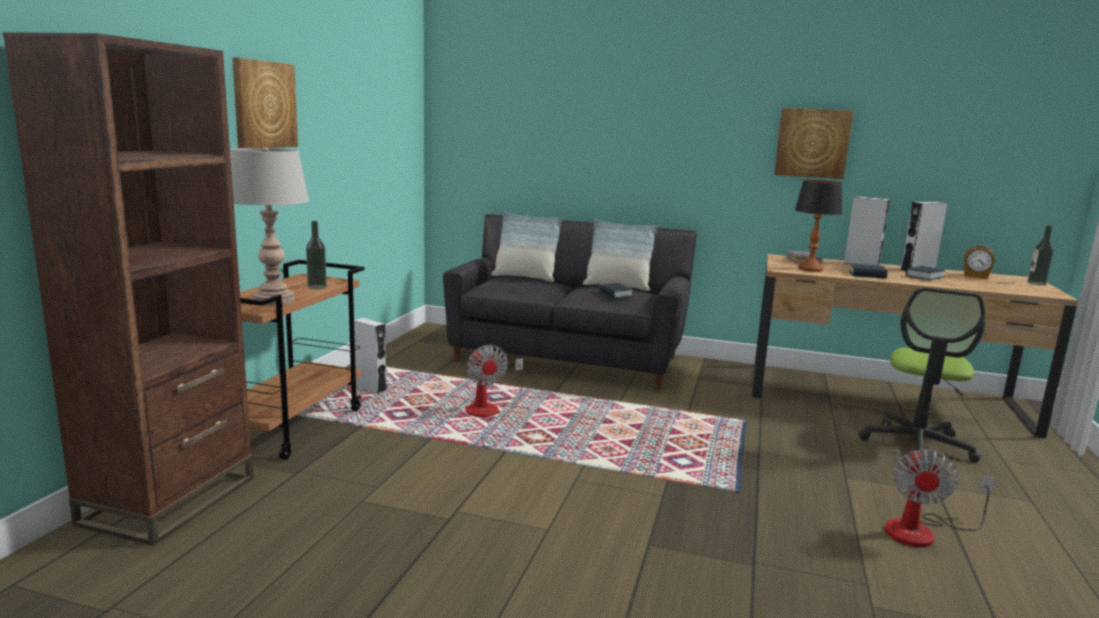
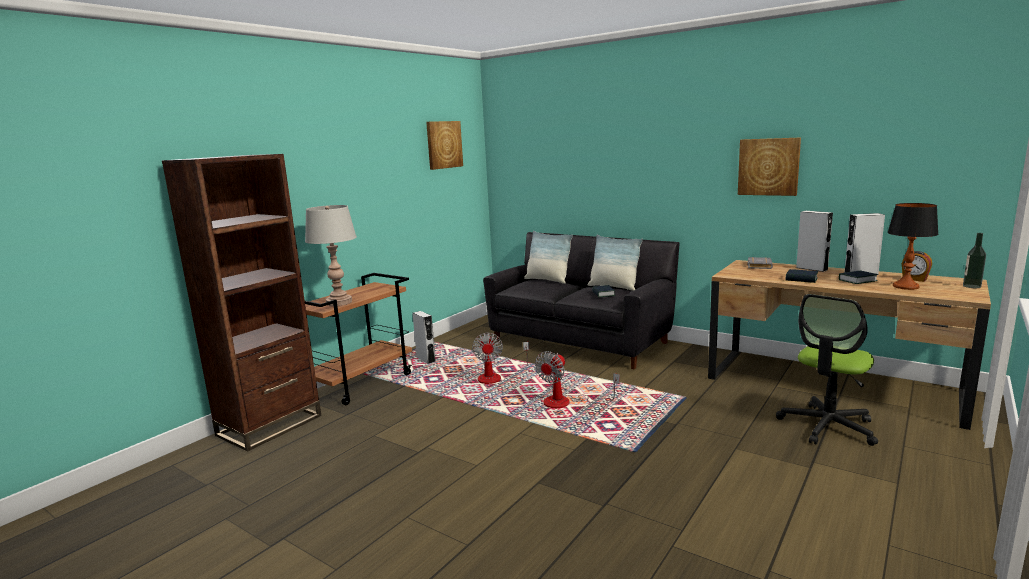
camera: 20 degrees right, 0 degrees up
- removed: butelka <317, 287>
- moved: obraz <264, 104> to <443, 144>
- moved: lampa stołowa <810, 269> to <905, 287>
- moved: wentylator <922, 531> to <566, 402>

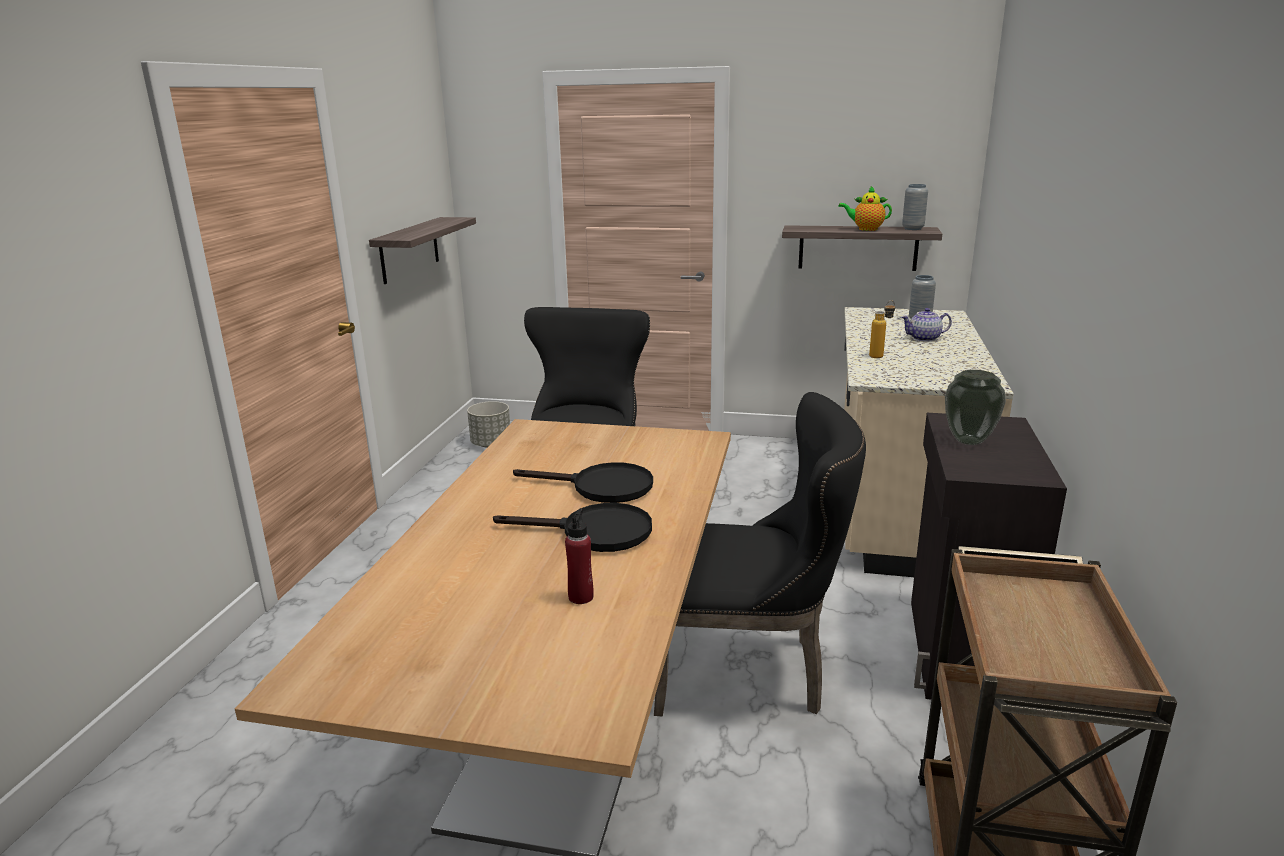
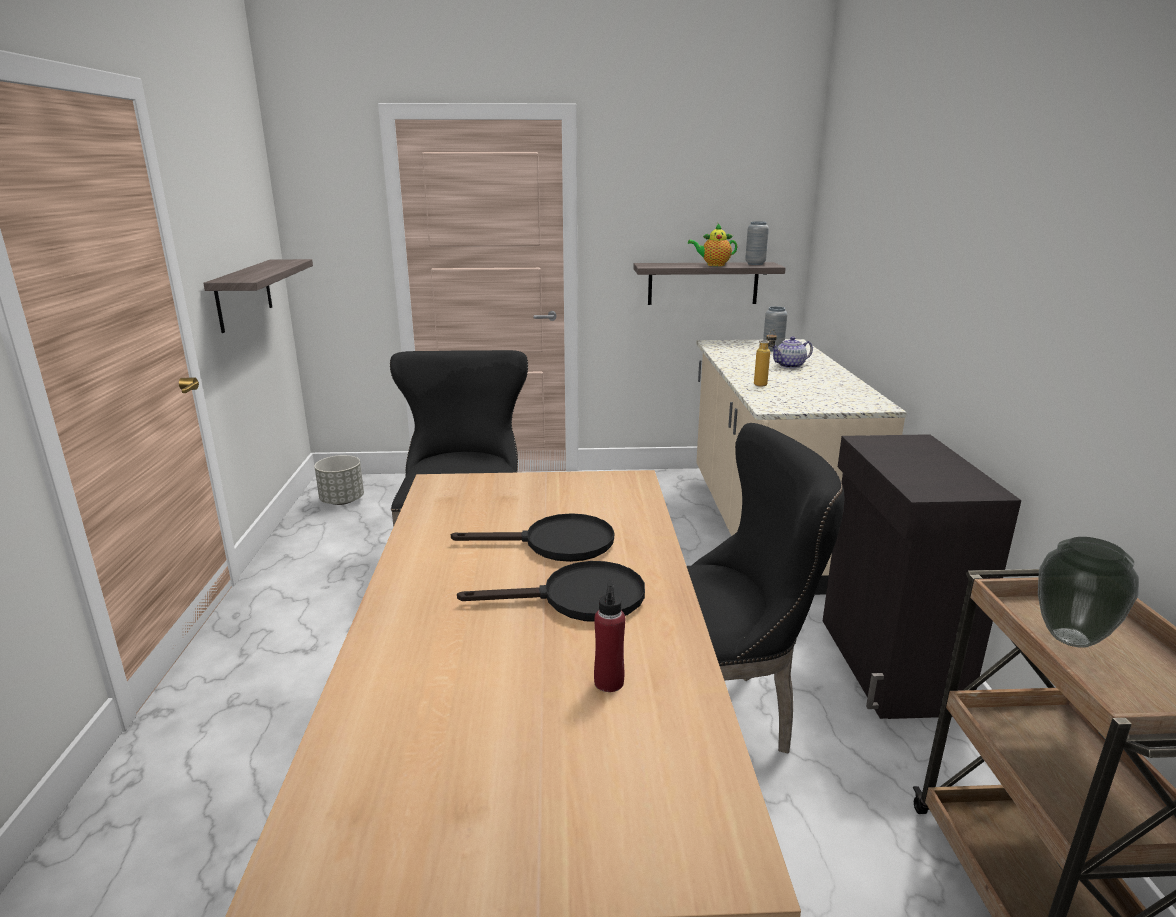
camera: 15 degrees left, 0 degrees up
- moved: wazon <968, 440> to <1069, 637>

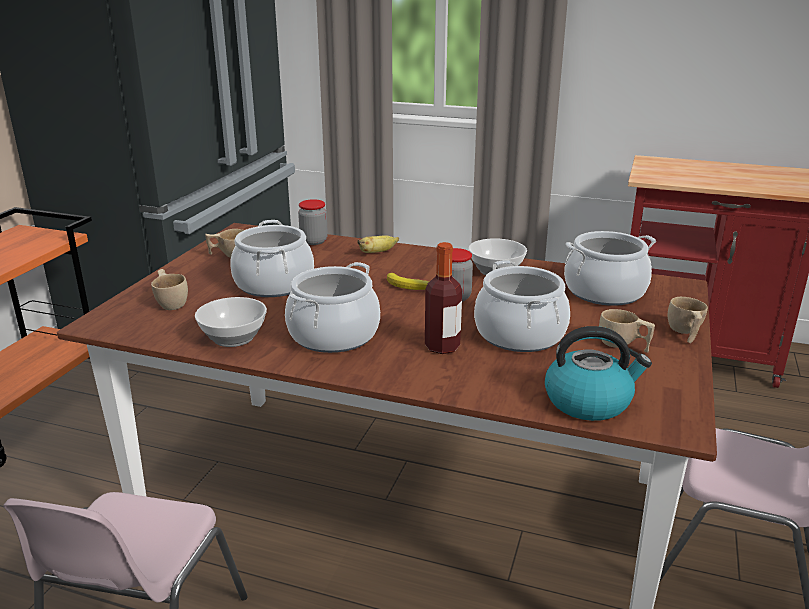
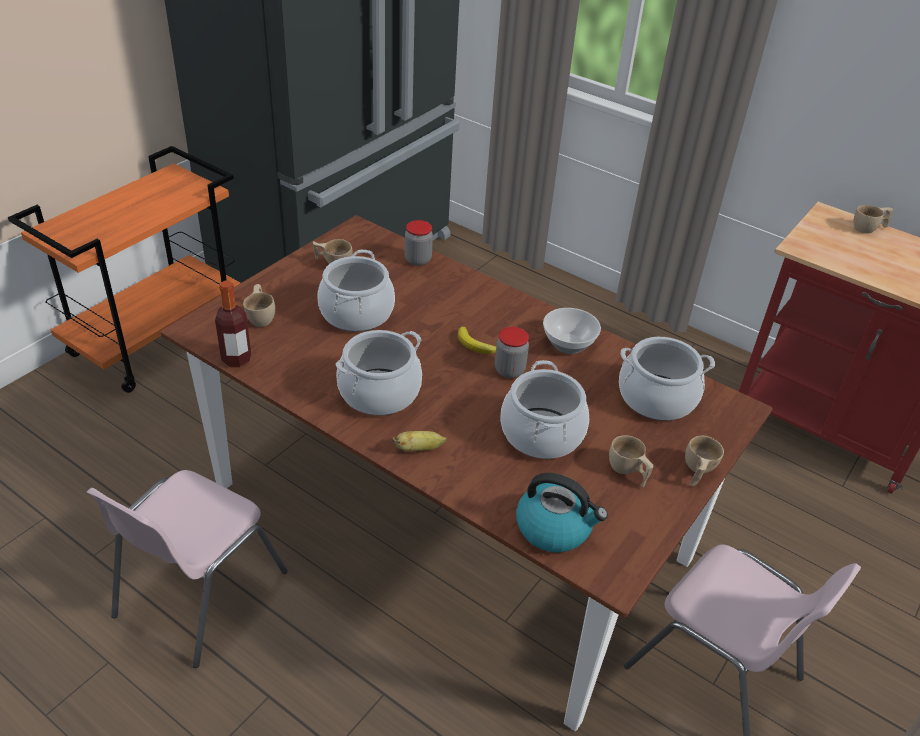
camera: 15 degrees right, 15 degrees up
- removed: miska <232, 338>
- added: filiżanka [beżowy] <869, 229>
- moved: banan <377, 252> to <419, 449>
- moved: butelka <442, 347> to <236, 359>

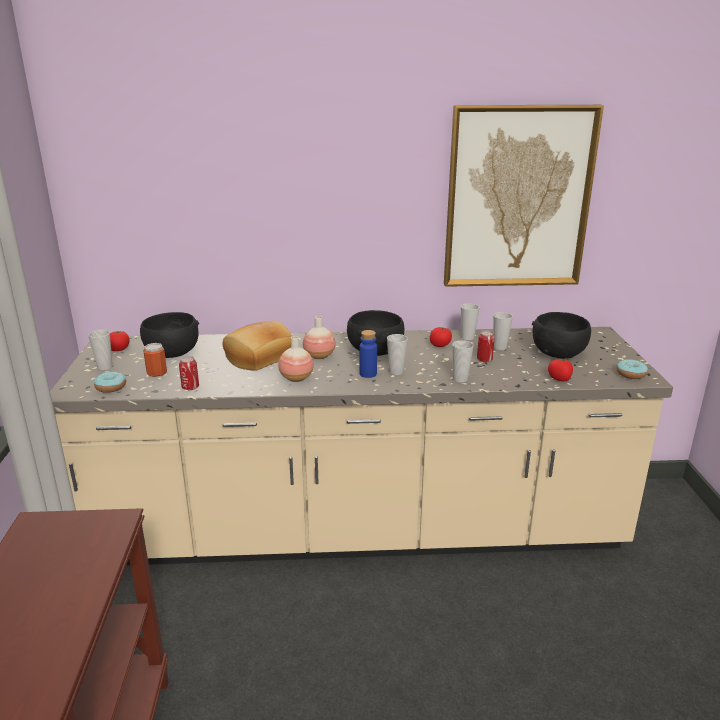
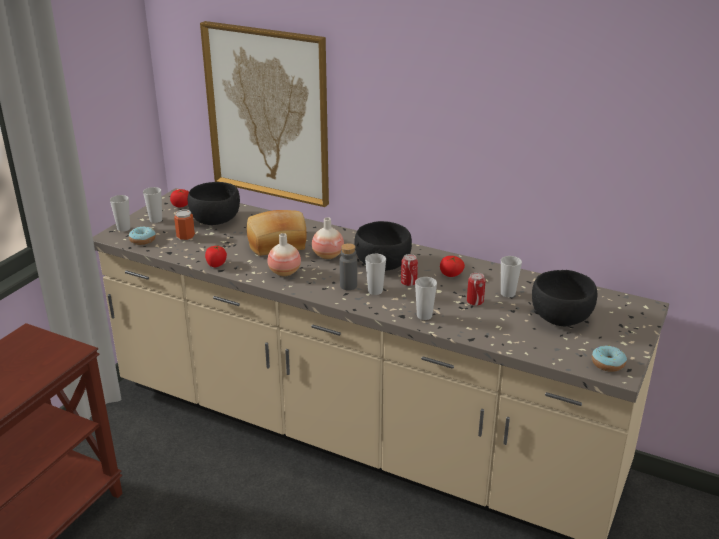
camera: 30 degrees right, 5 degrees up
- moved: puszka <190, 387> to <408, 283>
- moved: obraz <518, 198> to <268, 114>
- moved: filiżanka <467, 337> to <123, 228>
- moved: pomidor <559, 379> to <216, 264>
- recoloured: butelka [niebieski] <368, 374> to butelka [szary] <348, 286>

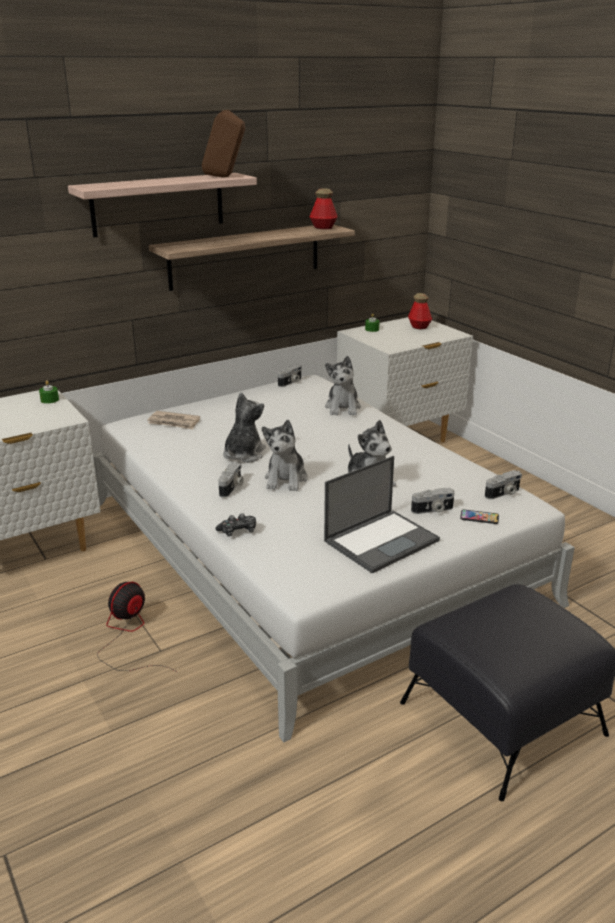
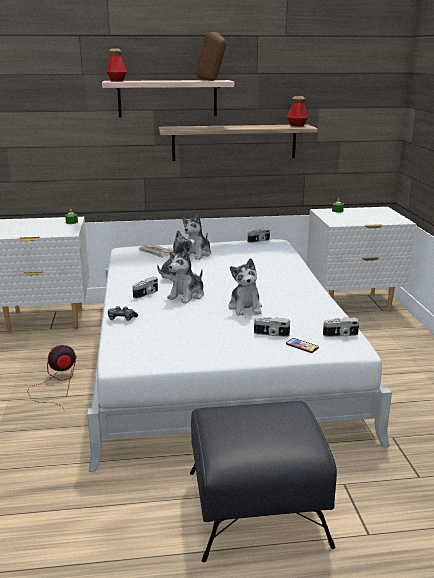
camera: 25 degrees right, 5 degrees down
- removed: laptop <382, 540>
- moved: pluszak <343, 408> to <197, 254>
- moved: butelka <419, 327> to <117, 81>

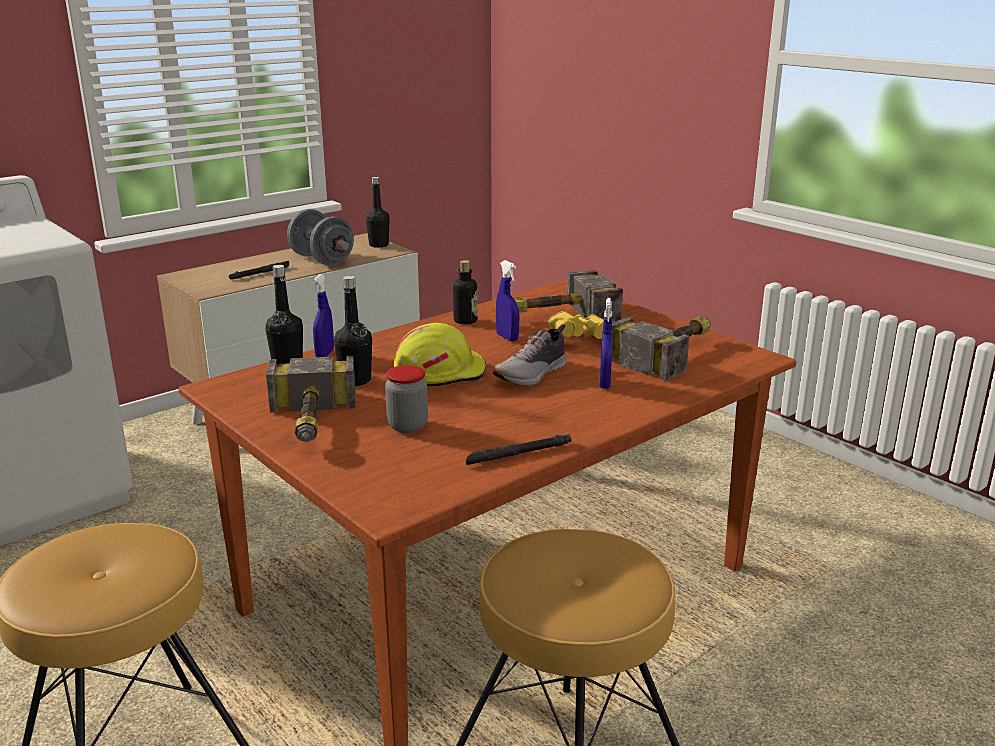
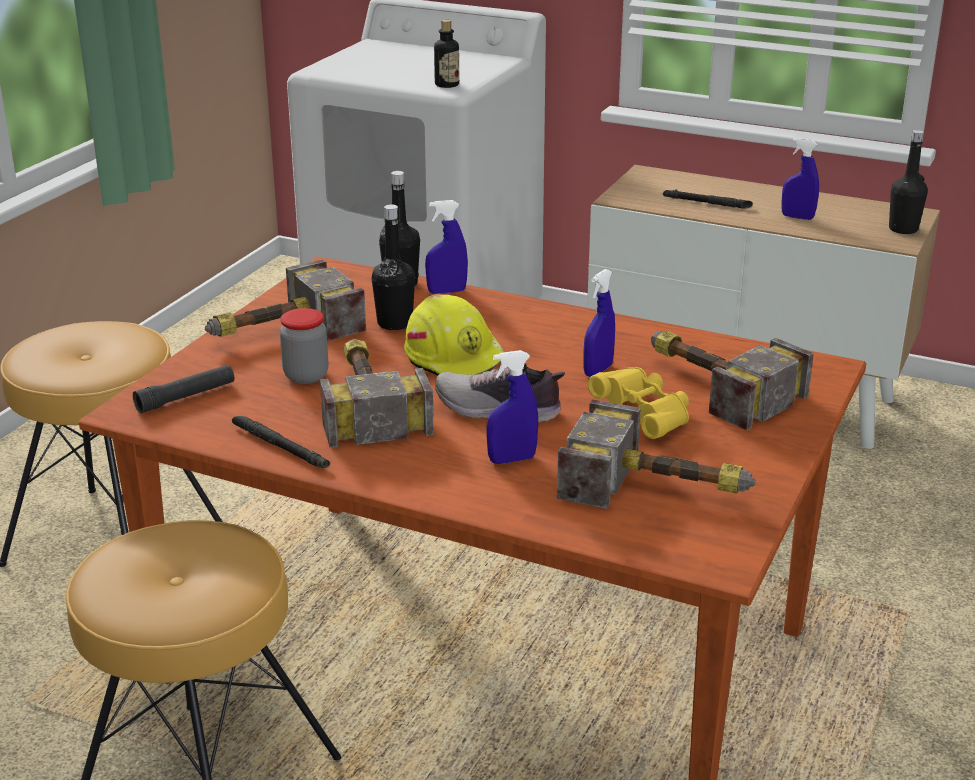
camera: 65 degrees right, 5 degrees up
- added: latarka [czarny] <186, 397>
- added: młotek <367, 401>
- moved: butelka <465, 321> to <447, 85>
- replaced: hantel [szary] <322, 260> to spryskiwacz [niebieski] <797, 217>

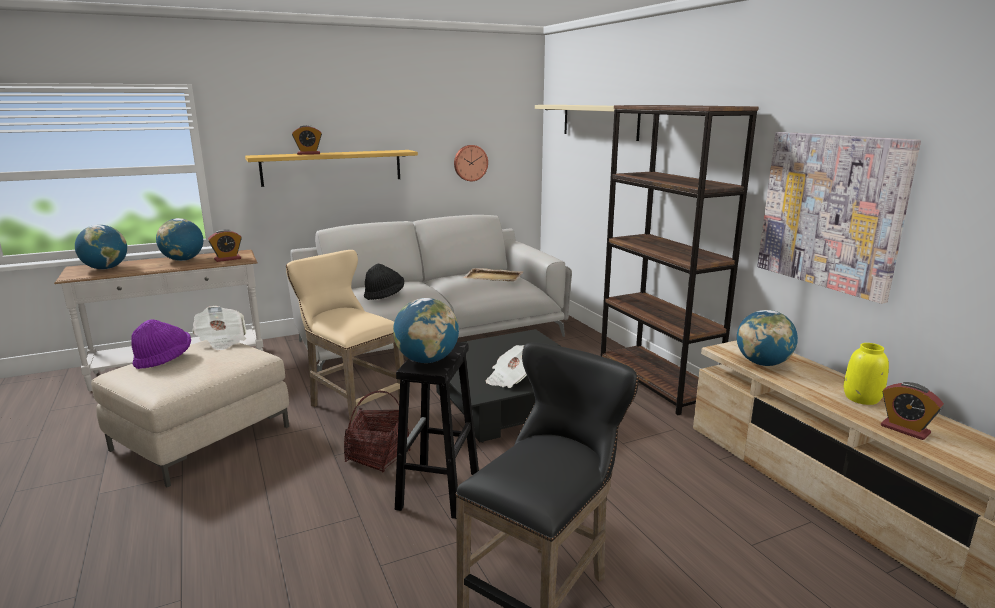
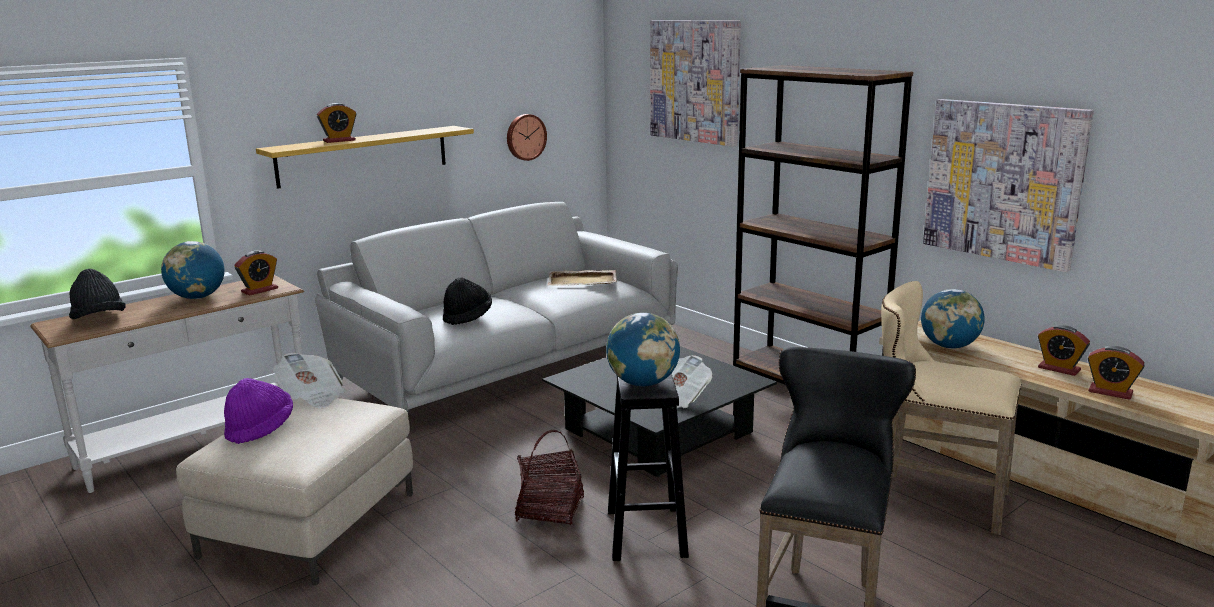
camera: 15 degrees left, 0 degrees up
- moved: stołek [beżowy] <352, 408> to <933, 498>
- replaced: globus <105, 268> to kapelusz [czarny] <99, 319>
- replaced: półka [beżowy] <599, 121> to obraz <695, 81>
- replaced: wazon [żółty] <862, 398> to budzik <1059, 369>

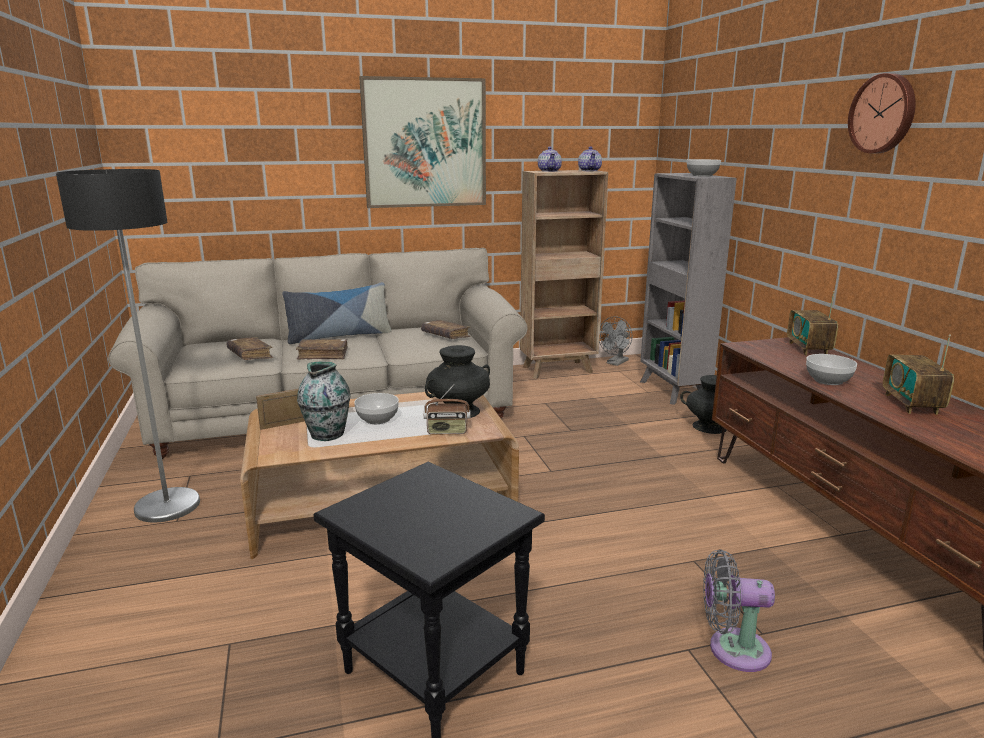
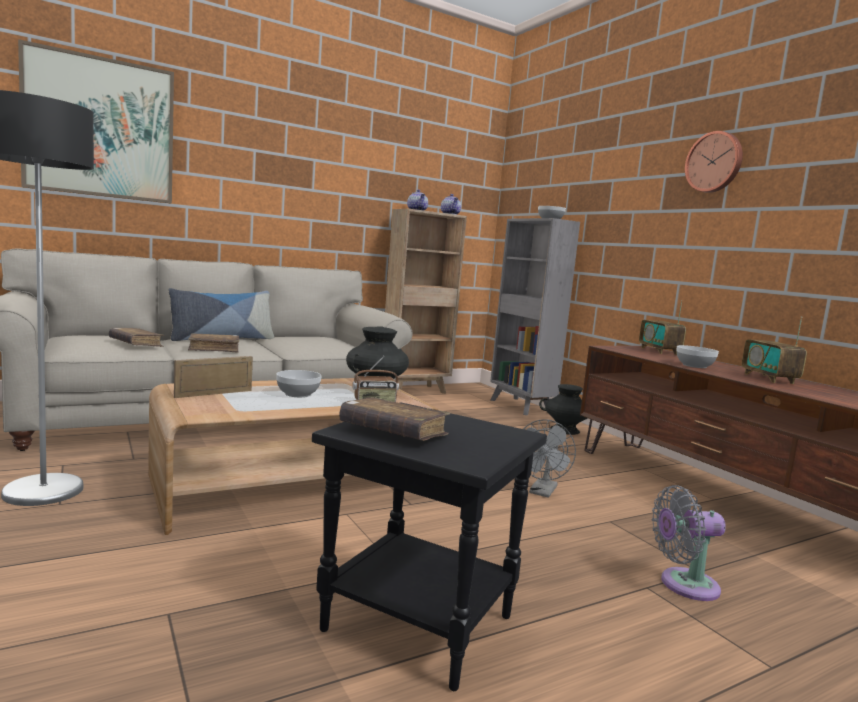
camera: 15 degrees left, 10 degrees down
- removed: wazon <327, 434>
- moved: obraz <425, 143> to <100, 128>
- moved: książka [brązowy] <445, 336> to <393, 432>
- moved: wentylator [szary] <615, 363> to <542, 492>

